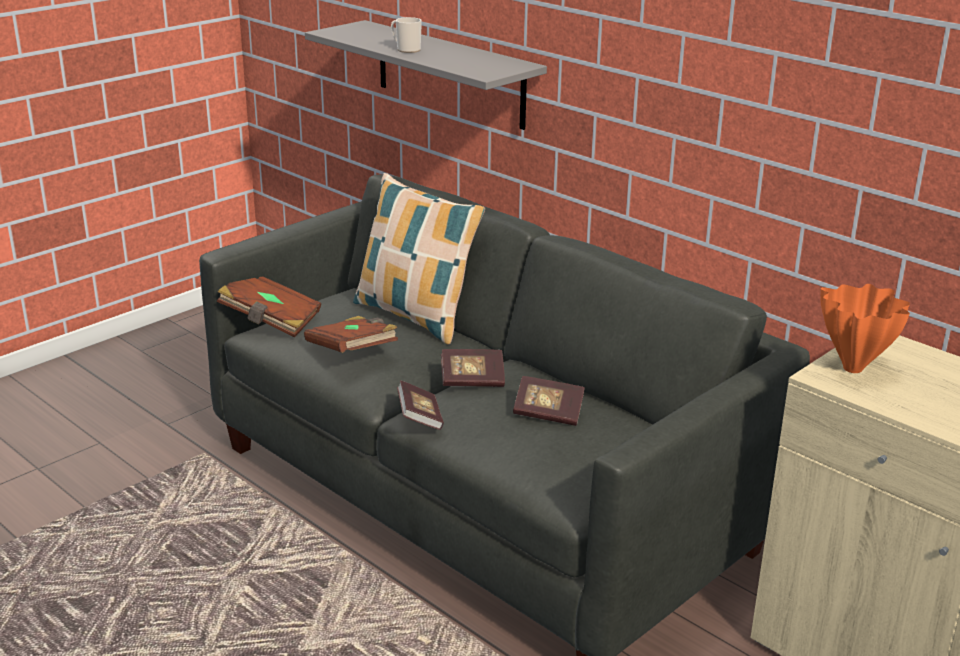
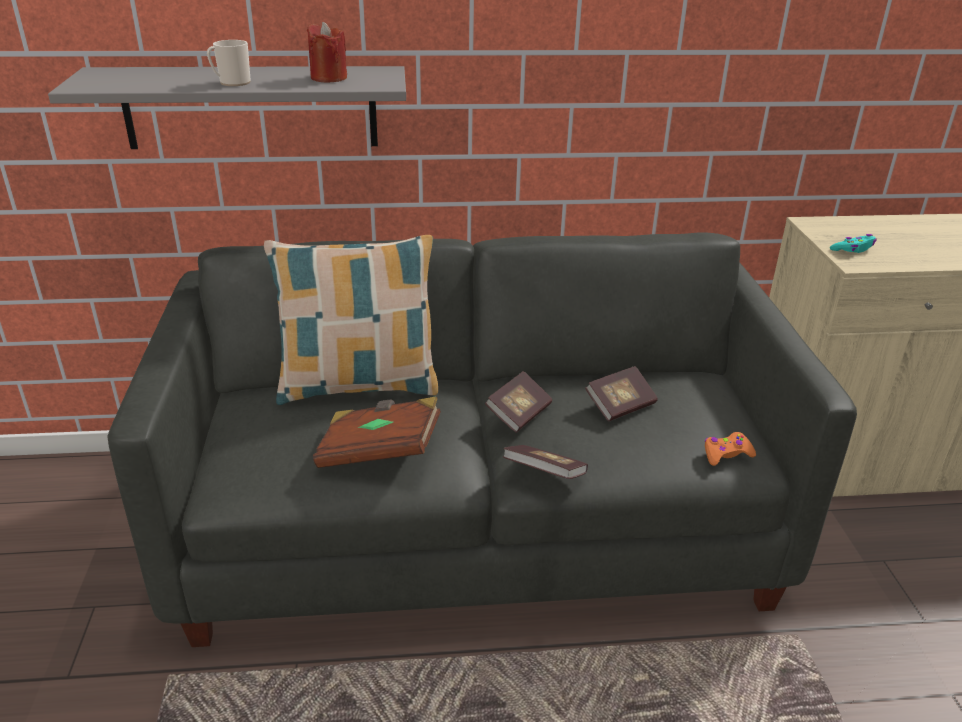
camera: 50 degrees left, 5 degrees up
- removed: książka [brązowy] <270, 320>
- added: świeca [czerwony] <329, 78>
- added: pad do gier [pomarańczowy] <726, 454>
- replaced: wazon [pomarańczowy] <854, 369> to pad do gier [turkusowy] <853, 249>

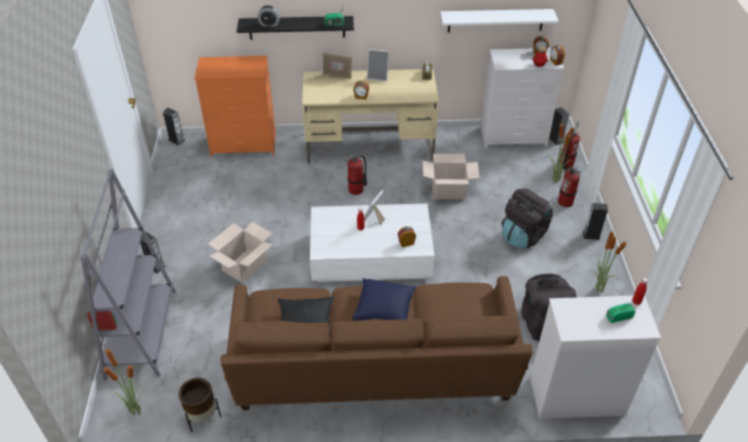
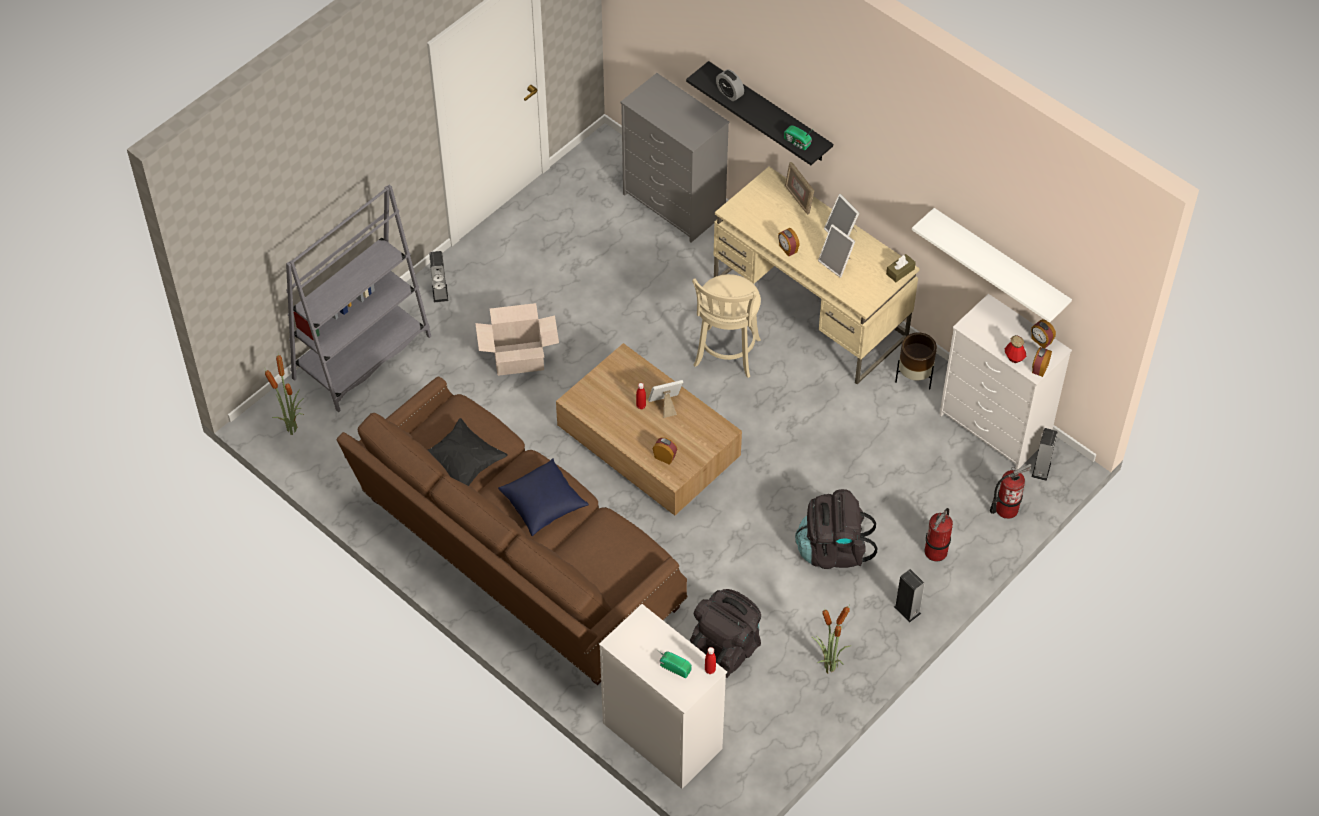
camera: 45 degrees right, 10 degrees up
- removed: głośnik <176, 140>
- removed: karton <448, 191>
- removed: roślina doniczkowa <555, 179>
- added: ramka na zdjęcie <836, 263>
- moved: donica [brązowy] <202, 417> to <914, 377>
- replaced: gaśnica <356, 190> to stołek [beżowy] <726, 355>
- recoloured: komoda [pomarańczowy] <244, 145> to komoda [szary] <675, 204>
- recoloured: ława [biały] <370, 256> to ława [brązowy] <648, 444>

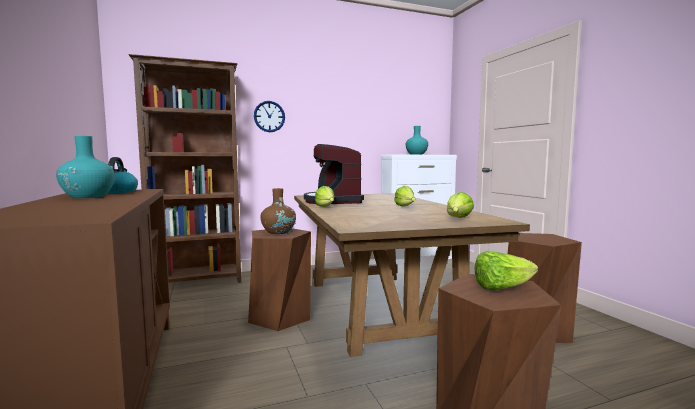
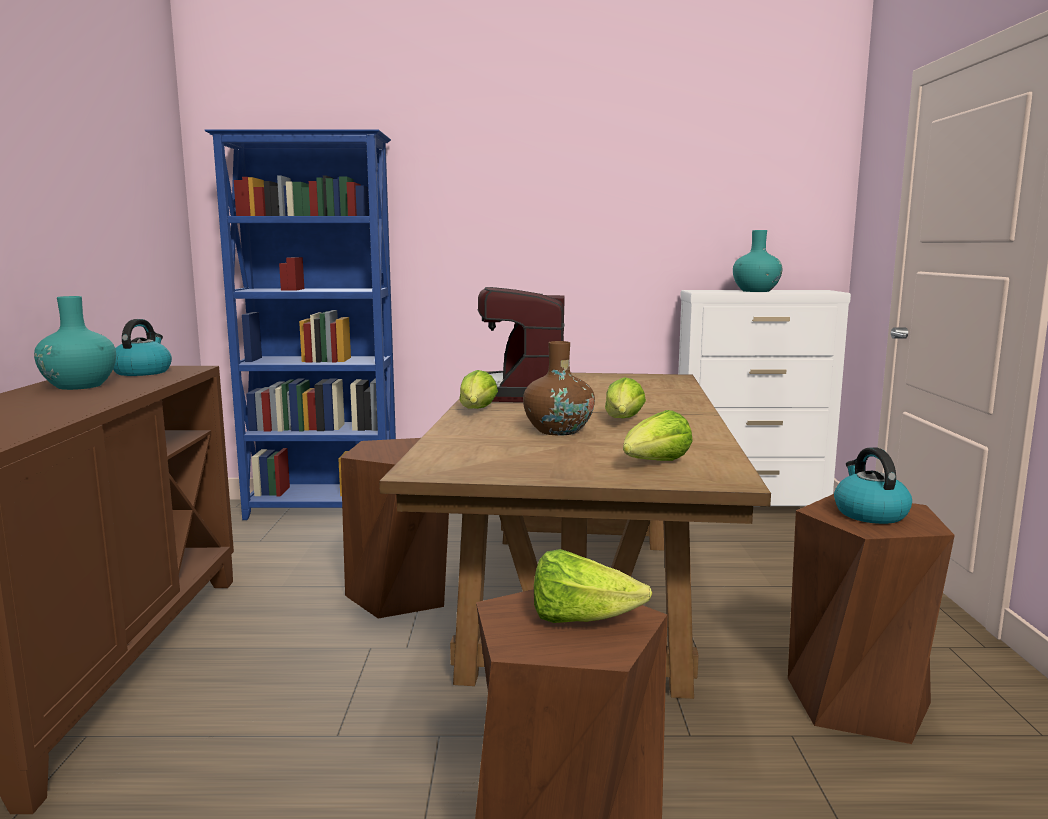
camera: 20 degrees right, 5 degrees up
- removed: zegar ścienny <269, 116>
- added: czajnik <869, 513>
- moved: wazon [brązowy] <278, 232> to <558, 431>
- recoloured: regał [brązowy] <197, 282> to regał [niebieski] <323, 510>

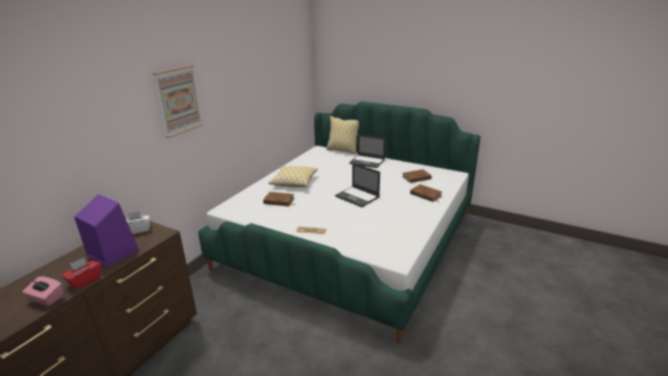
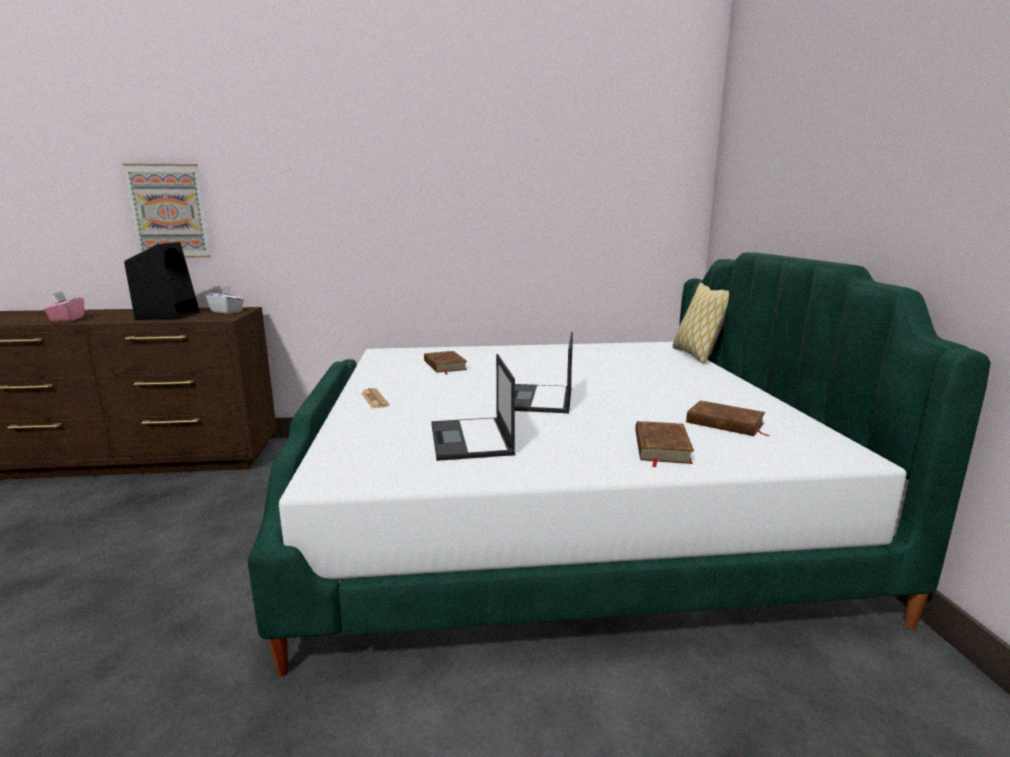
camera: 55 degrees right, 10 degrees down
- removed: pudełko chusteczek [czerwony] <85, 281>
- removed: poduszka <294, 182>
- moved: obraz <178, 100> to <169, 211>
- moved: laptop <367, 161> to <471, 439>
- recoloured: głośnik [fioletowy] <112, 253> to głośnik [czarny] <168, 315>

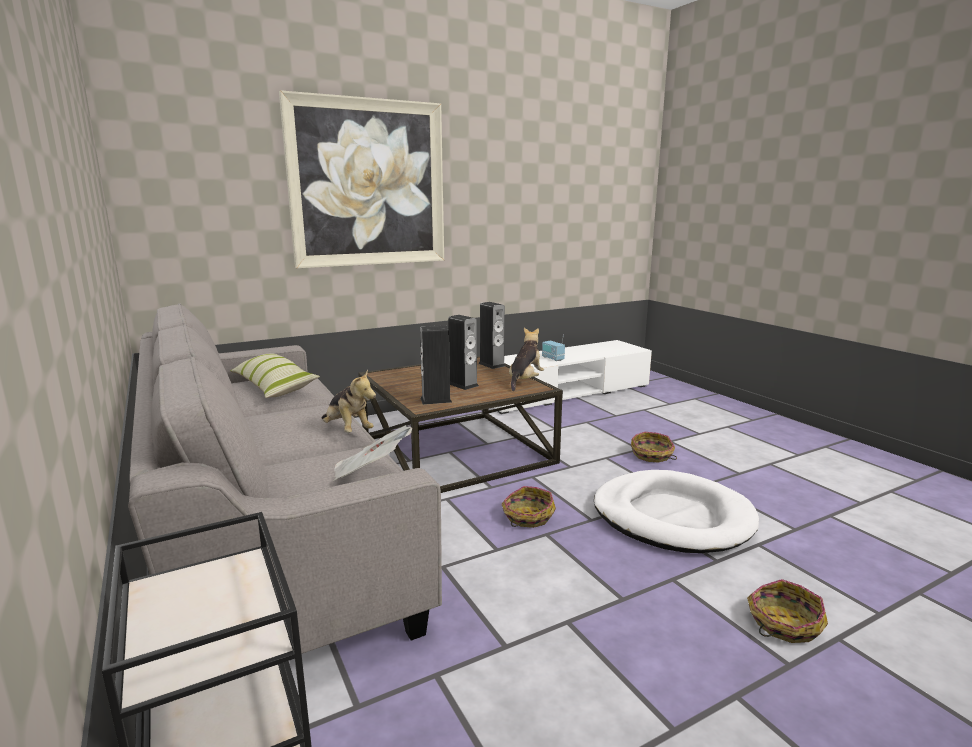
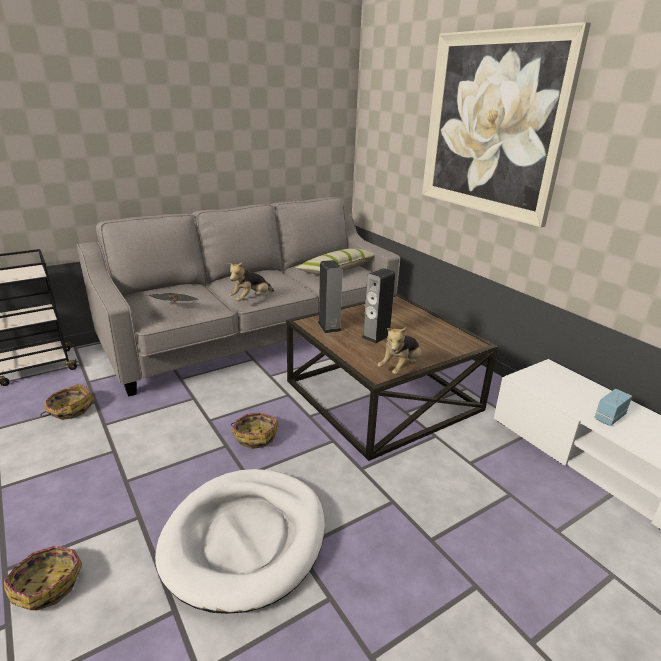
camera: 85 degrees right, 10 degrees up
- removed: głośnik <491, 364>
- moved: koszyk <652, 455> to <70, 409>
- turned: pluszak <525, 381> = <400, 368> 105 degrees clockwise

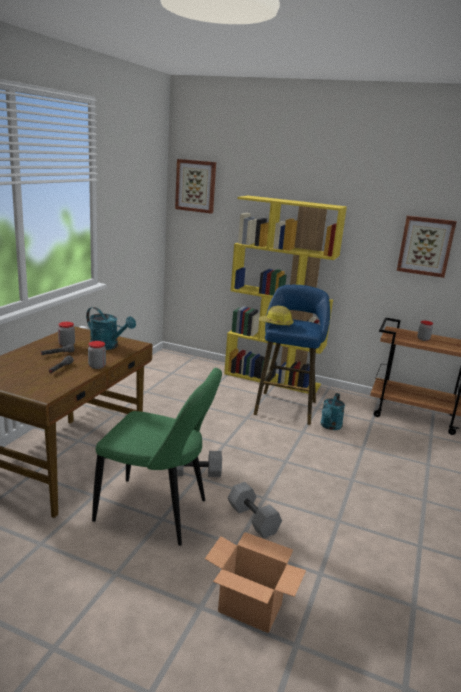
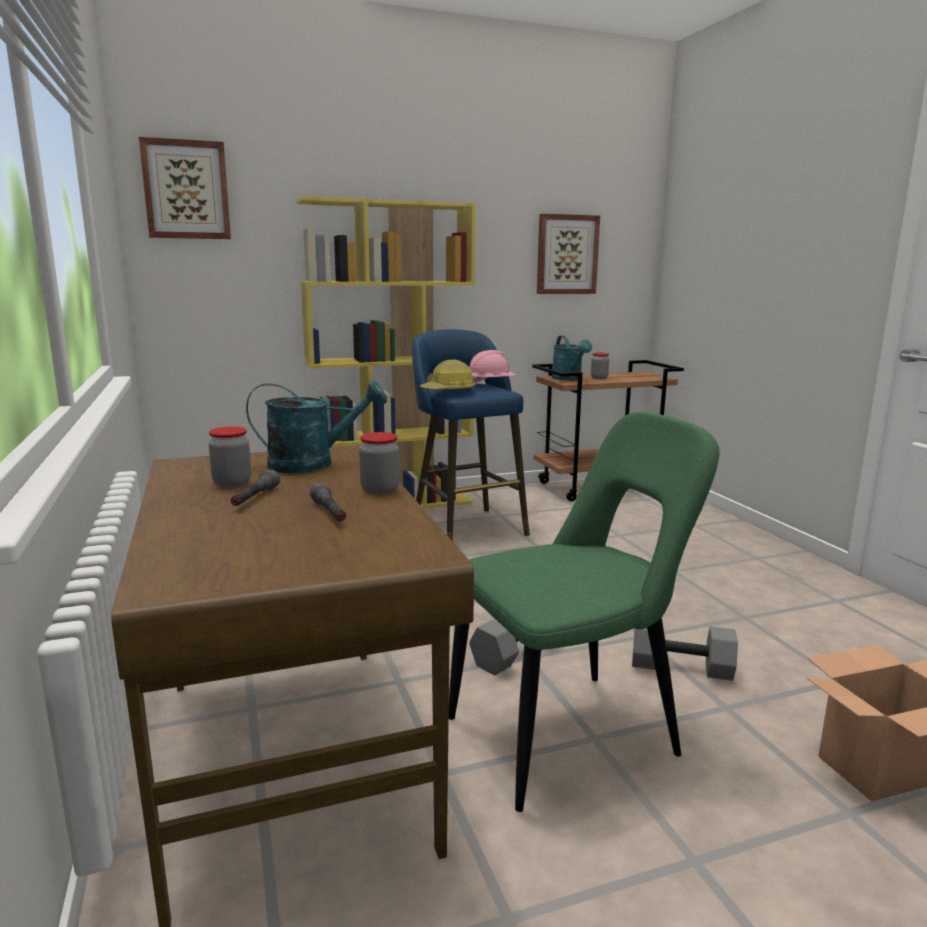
camera: 40 degrees left, 5 degrees down
- added: kask [różowy] <490, 384>
- moved: konewka [turkusowy] <330, 426> to <569, 379>

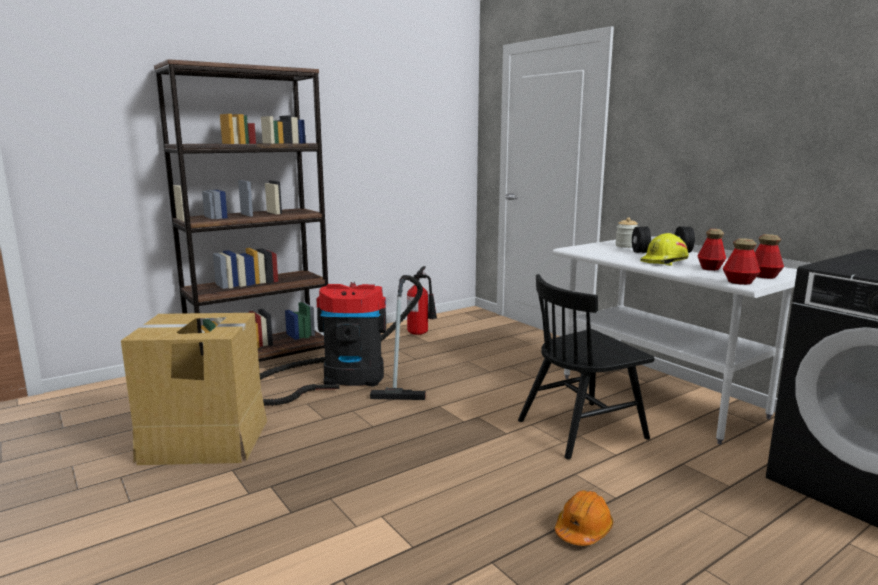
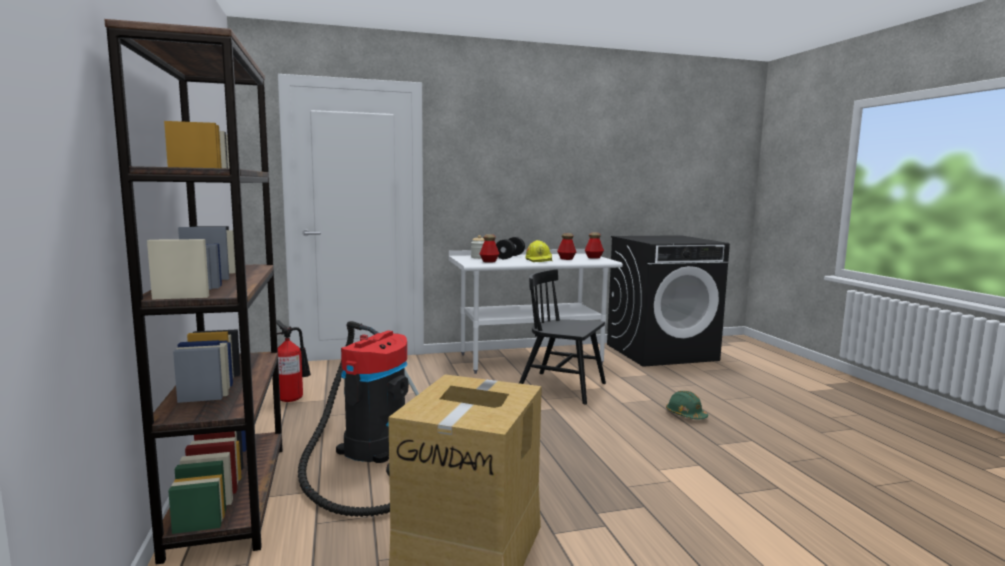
camera: 70 degrees left, 5 degrees down
- moved: butelka <739, 282> to <489, 261>
- recoloured: kask [pomarańczowy] <583, 530> to kask [zielony] <685, 415>
- turned: krzesło [czarny] <581, 429> = <562, 387> 120 degrees clockwise

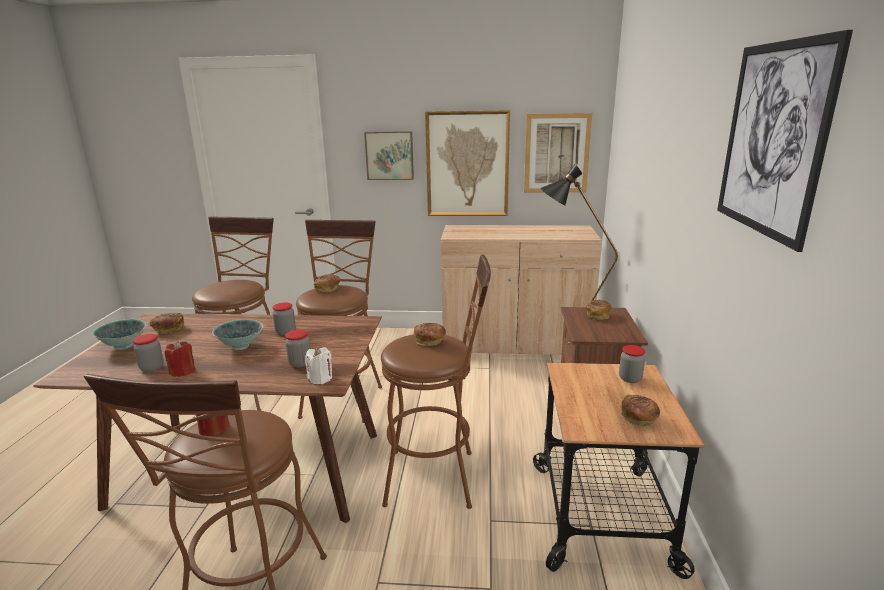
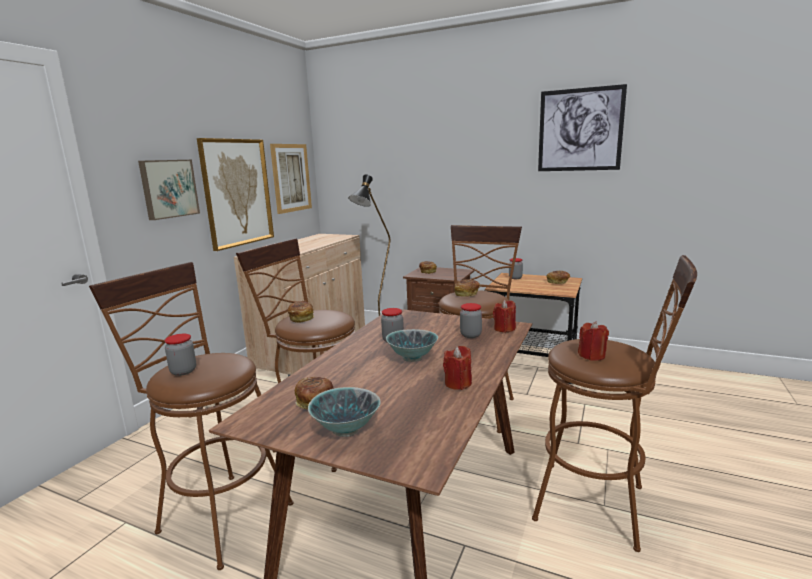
camera: 70 degrees left, 5 degrees down
- moved: słoik <152, 368> to <183, 371>
- recoloured: świeca [biały] <320, 378> to świeca [czerwony] <504, 329>

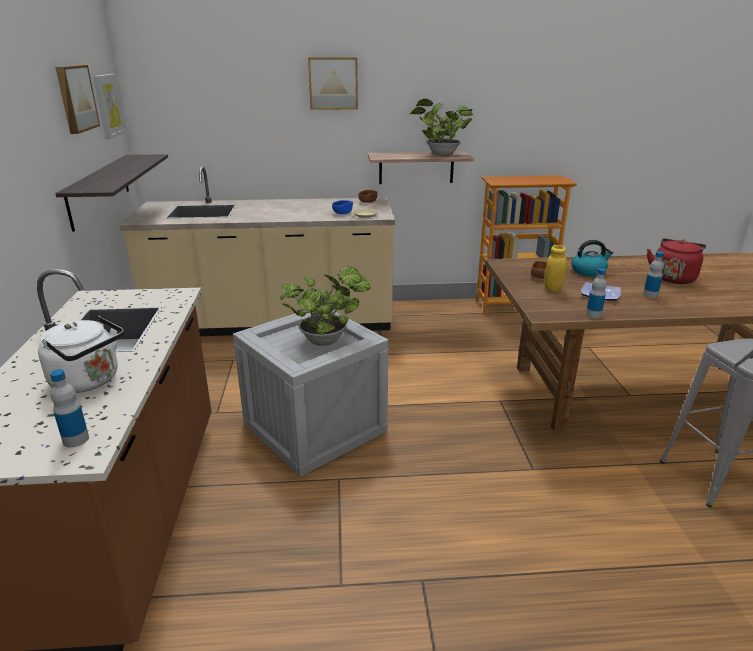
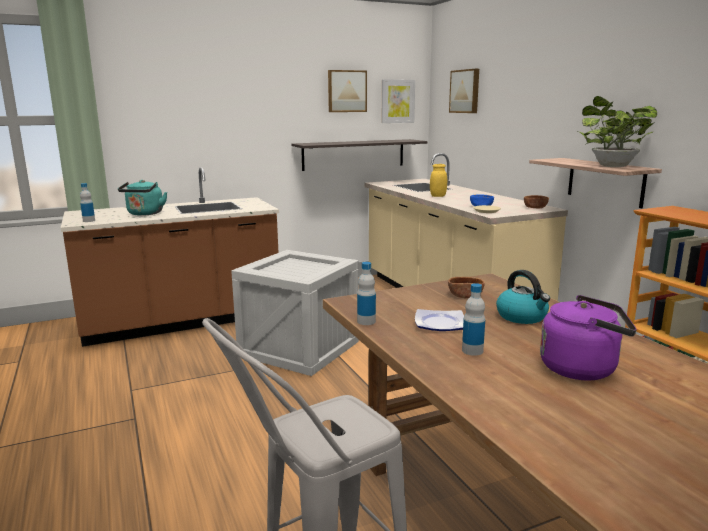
camera: 70 degrees right, 10 degrees down
- removed: roślina doniczkowa <327, 340>
- moved: obraz <333, 83> to <465, 91>
- moved: słoik [żółty] <553, 289> to <438, 196>
- recoloured: czajnik [biały] <89, 381> to czajnik [turkusowy] <144, 214>
- recoloured: czajnik [czerwony] <673, 277> to czajnik [fioletowy] <582, 368>

